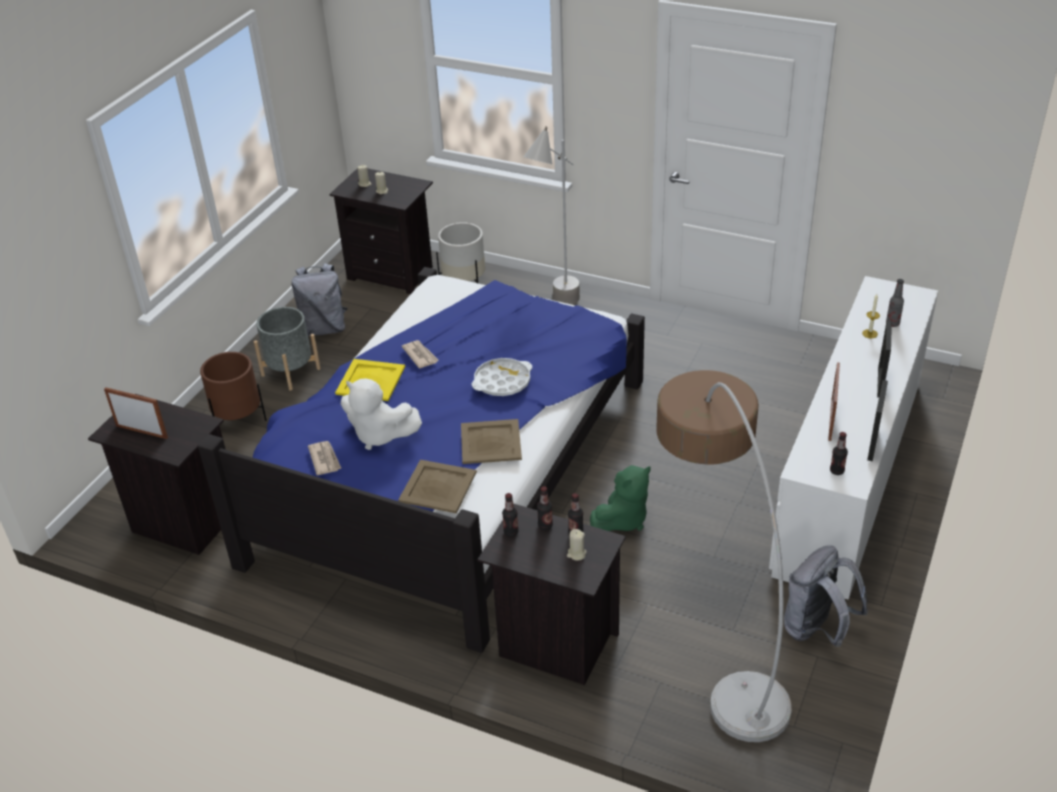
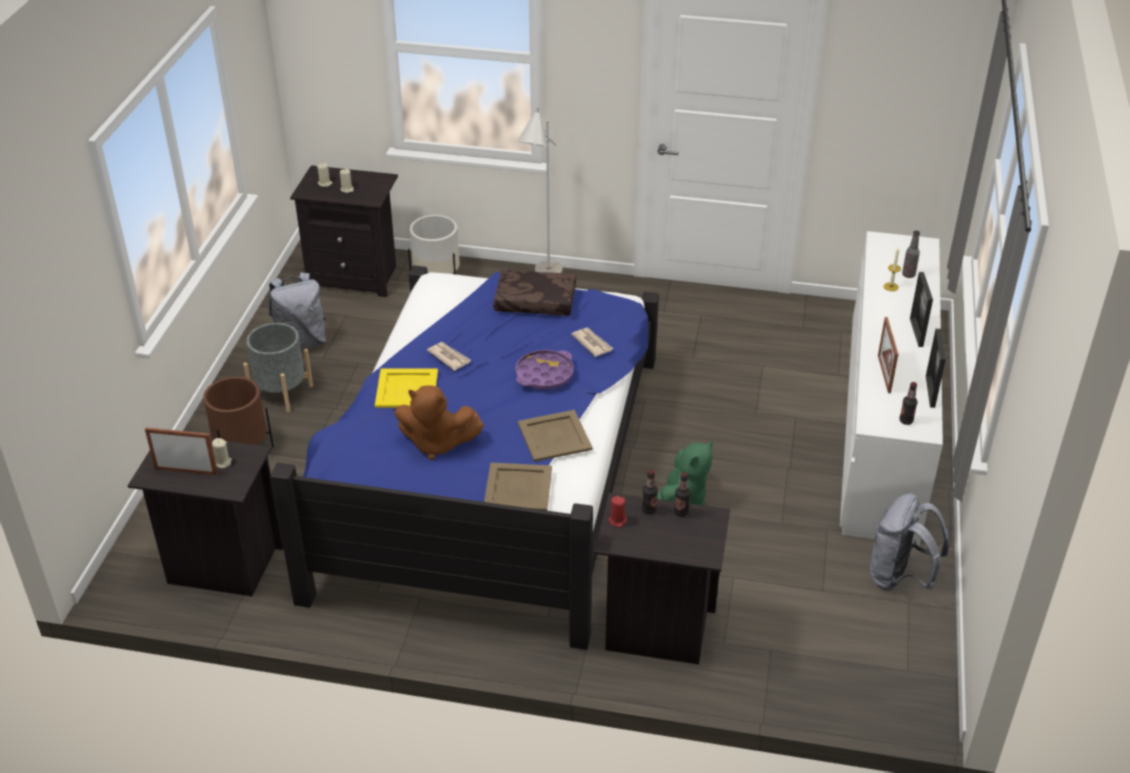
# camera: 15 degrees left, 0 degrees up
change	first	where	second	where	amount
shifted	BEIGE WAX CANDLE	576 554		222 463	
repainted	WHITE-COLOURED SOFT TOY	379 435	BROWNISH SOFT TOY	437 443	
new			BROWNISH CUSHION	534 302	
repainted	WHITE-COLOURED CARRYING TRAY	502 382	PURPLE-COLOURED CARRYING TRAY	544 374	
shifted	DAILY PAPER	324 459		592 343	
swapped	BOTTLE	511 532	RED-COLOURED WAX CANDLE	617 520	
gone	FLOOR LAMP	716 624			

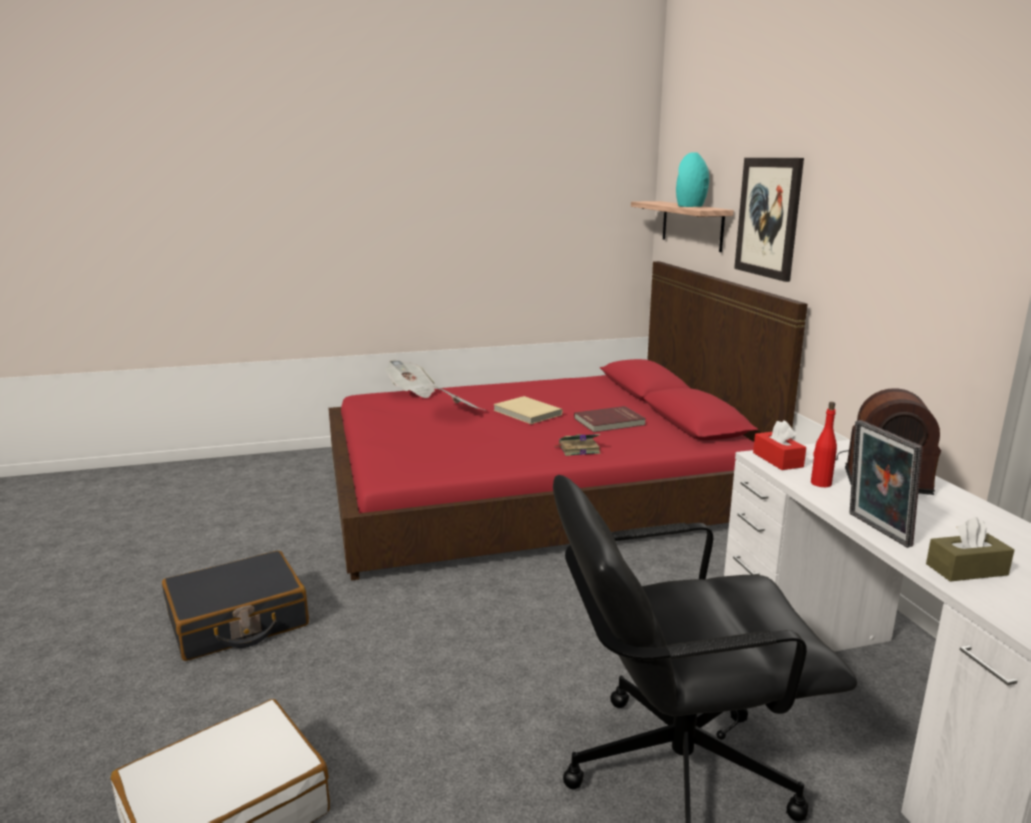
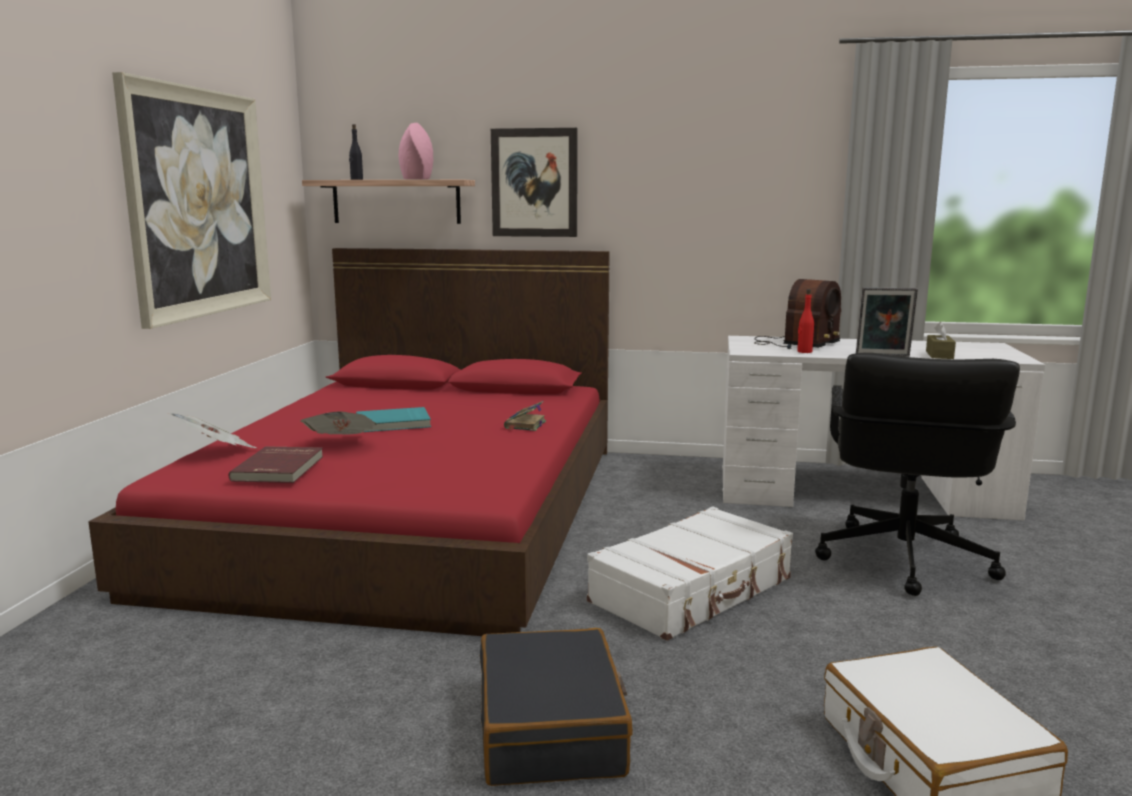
# camera: 65 degrees left, 5 degrees down
change	first	where	second	where	amount
new			WALL ART	198 203	
shifted	RED-COLOURED BOOK	610 422		280 468	
new			BLACK BOTTLE	356 179	
repainted	BEIGE BOOK	526 413	TURQUOISE-COLOURED BOOK	393 423	
repainted	TURQUOISE-COLOURED FLOWER VASE	690 206	PINK-COLOURED FLOWER VASE	417 179	
new			WHITE-COLOURED TRAVEL CASE	693 591	
gone	RED-COLOURED TISSUE BOX	777 460			

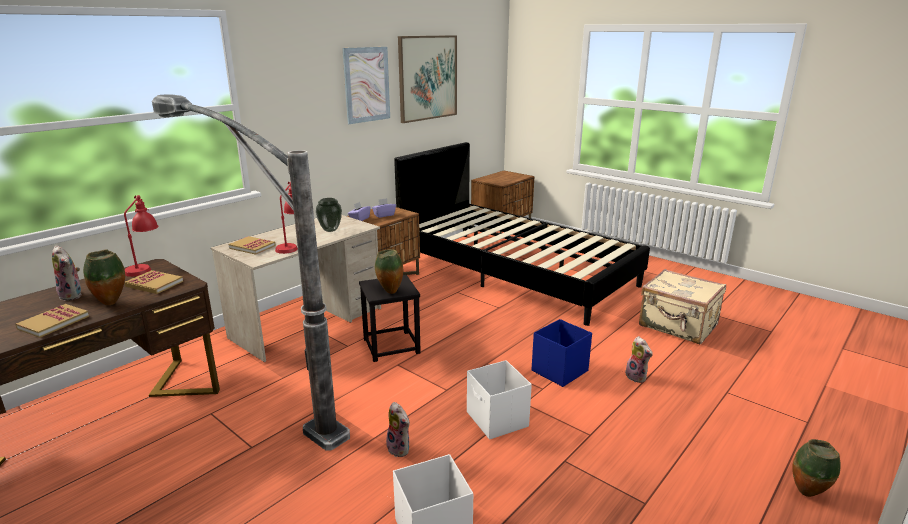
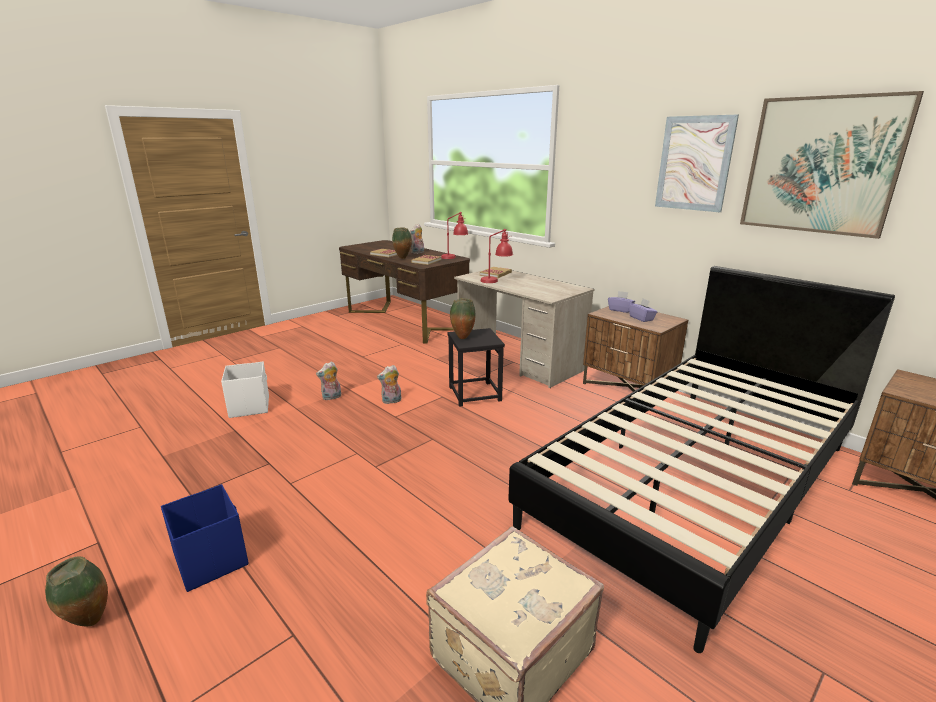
# camera: 95 degrees right, 0 degrees up
change	first	where	second	where	amount
shifted	BLUE-COLOURED STORAGE BOX	559 371		211 559	
shifted	SOFT TOY	637 377		391 401	
gone	FLOOR LAMP	265 391			
gone	FLOWER VASE	330 230			
gone	WHITE-COLOURED STORAGE BOX	497 420			

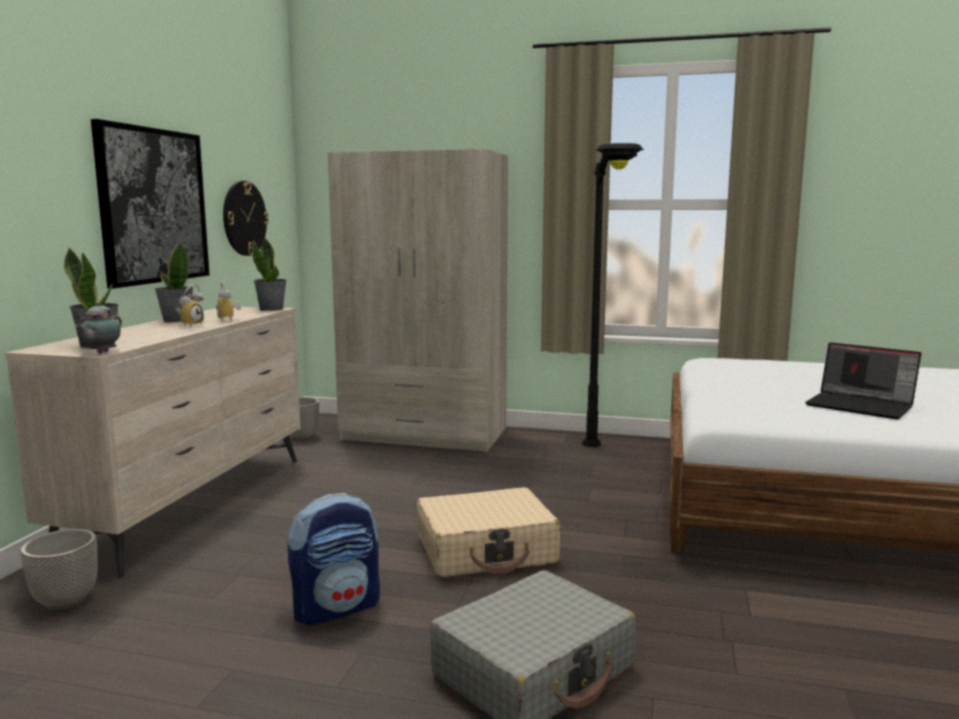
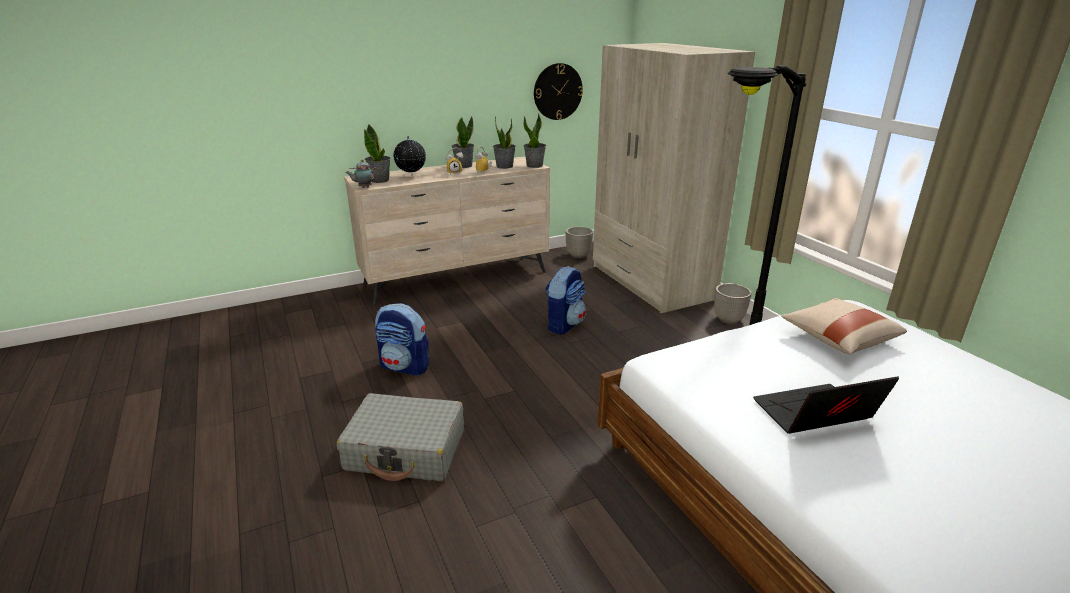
# camera: 50 degrees right, 15 degrees up
change	first	where	second	where	amount
new			WORLD GLOBE	411 176	
new			PLANT IN A POT	504 166	
new			RUCKSACK	564 324	
shifted	PLANT POT	65 601		728 320	
rotated	PORTABLE COMPUTER	861 406		814 415	75 degrees clockwise
new			BEIGE CUSHION	838 339	
gone	WALL ART	153 206			
gone	BEIGE TRAVEL CASE	486 550			

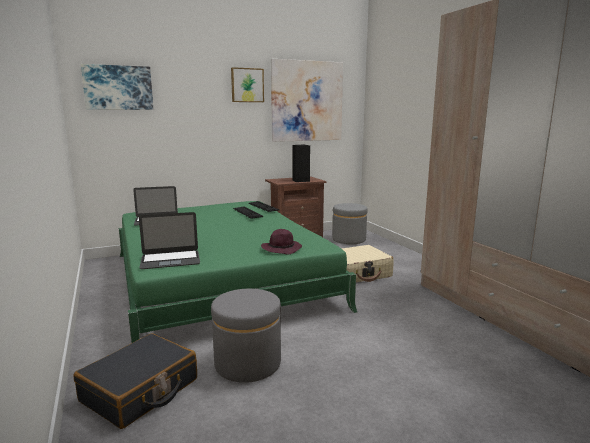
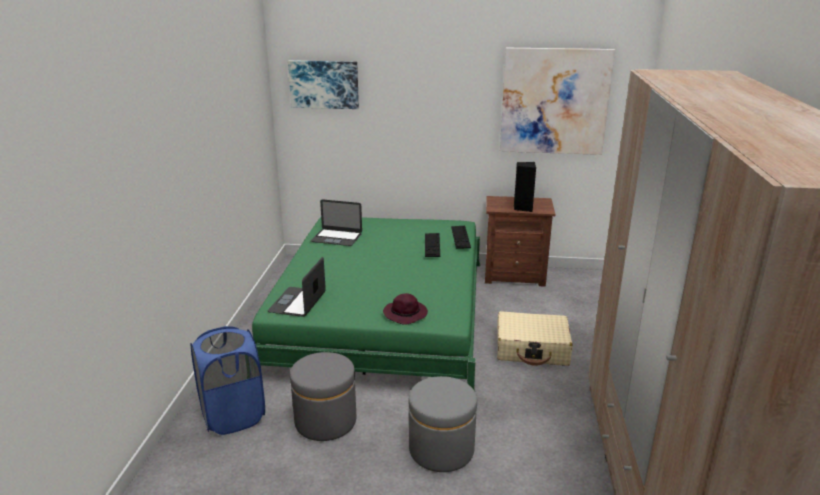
# camera: 30 degrees right, 10 degrees up
change	first	where	second	where	amount
swapped	BLACK TRAVEL CASE	140 391	BLUE-COLOURED LAUNDRY BASKET	233 416	
rotated	PORTABLE COMPUTER	170 259		297 302	90 degrees clockwise
shifted	GREYISH FOOTREST	349 239		441 449	
gone	WALL ART	247 85			

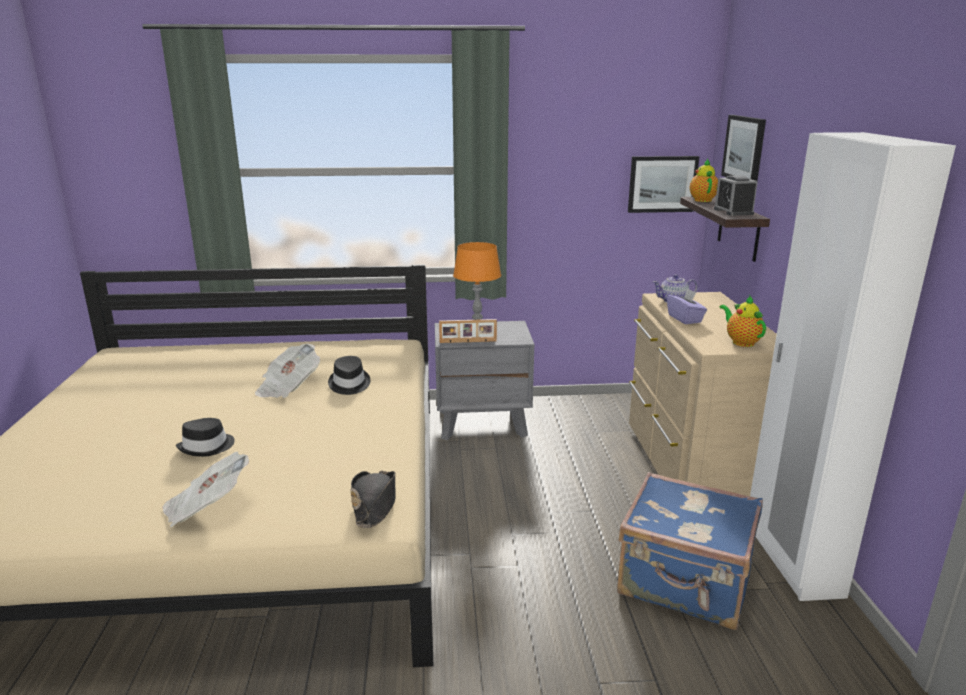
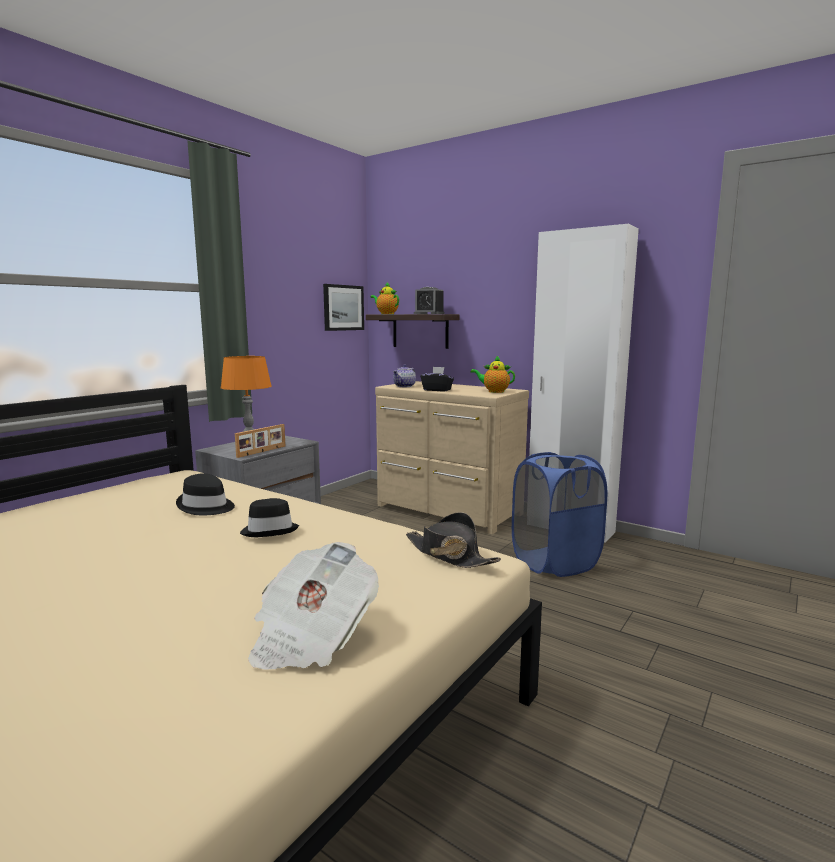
# camera: 50 degrees left, 10 degrees down
change	first	where	second	where	amount
shifted	BLACK HAT	207 447		270 530	
repainted	PURPLE-COLOURED TISSUE BOX	685 319	BLACK TISSUE BOX	437 390	
swapped	BLUE-COLOURED TRAVEL CASE	685 583	BLUE-COLOURED LAUNDRY BASKET	555 562	
gone	DAILY PAPER	288 387			
gone	WALL ART	744 149			

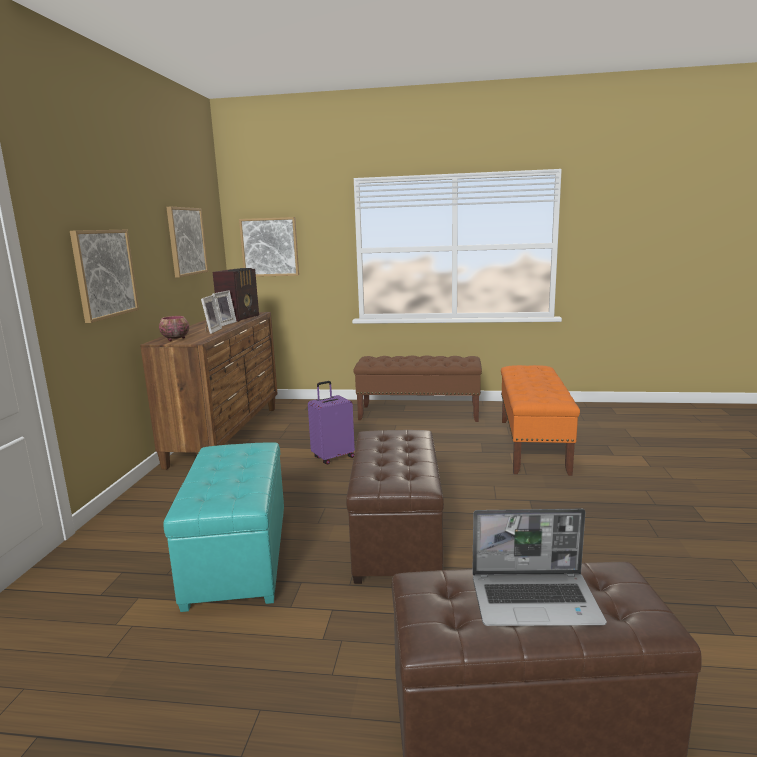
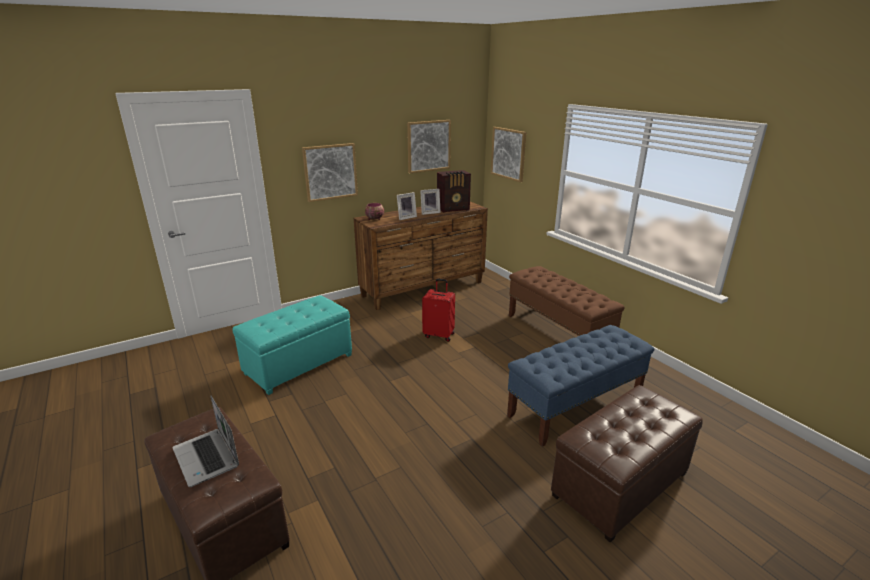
# camera: 50 degrees right, 10 degrees up
change	first	where	second	where	amount
repainted	PURPLE-COLOURED TRAVEL CASE	333 457	RED-COLOURED TRAVEL CASE	439 335	
repainted	ORANGEY LONG SEAT	533 445	BLUE-COLOURED LONG SEAT	575 406	
shifted	BROWNISH FOOTREST	396 537		619 484	

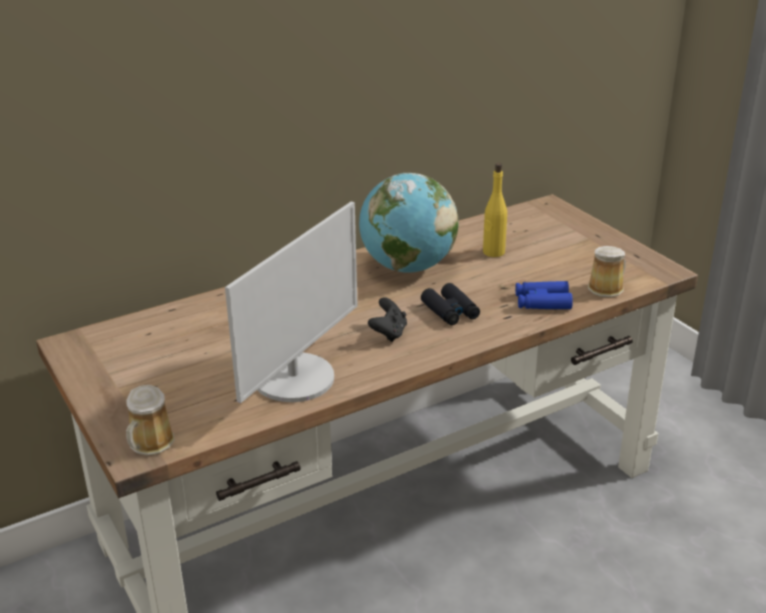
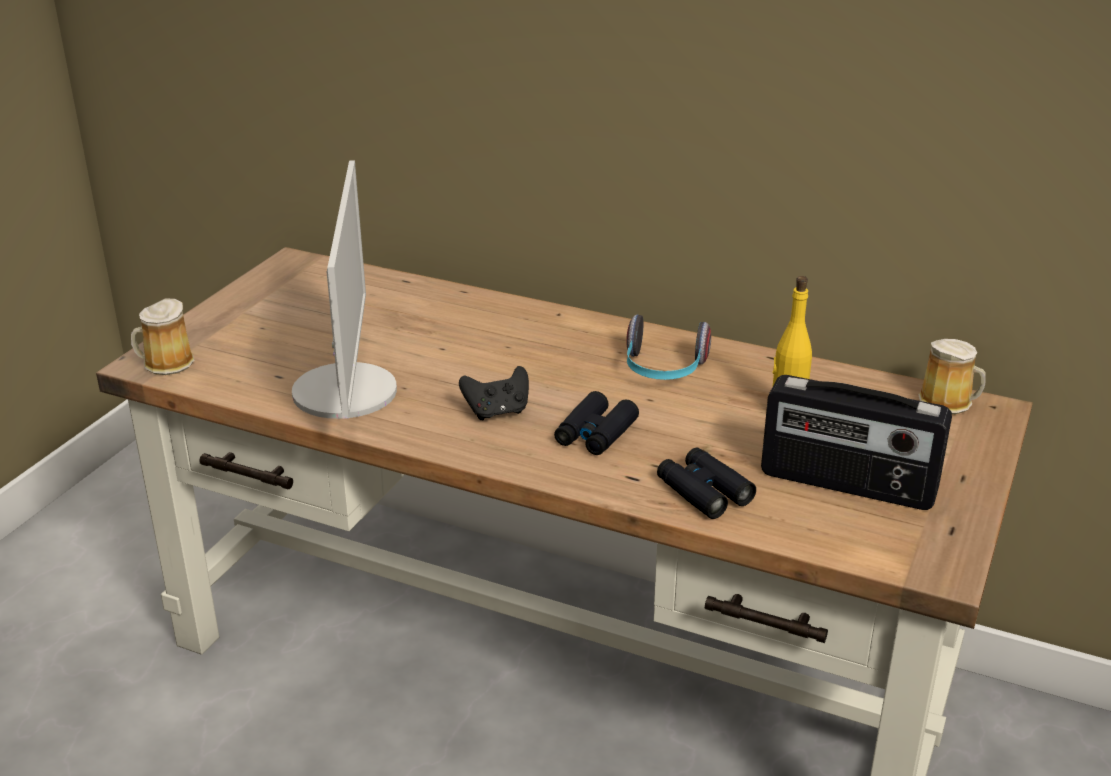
# camera: 55 degrees right, 0 degrees up
change	first	where	second	where	amount
rotated	COMPUTER SCREEN	295 378		346 391	90 degrees counterclockwise
swapped	WORLD GLOBE	407 267	PAIR OF HEADPHONES	663 370	
repainted	BLUE-COLOURED BINOCULARS	542 302	BLACK BINOCULARS	704 491	
new			RADIO RECEIVER	847 485	
shifted	MUG	607 288		948 402	

